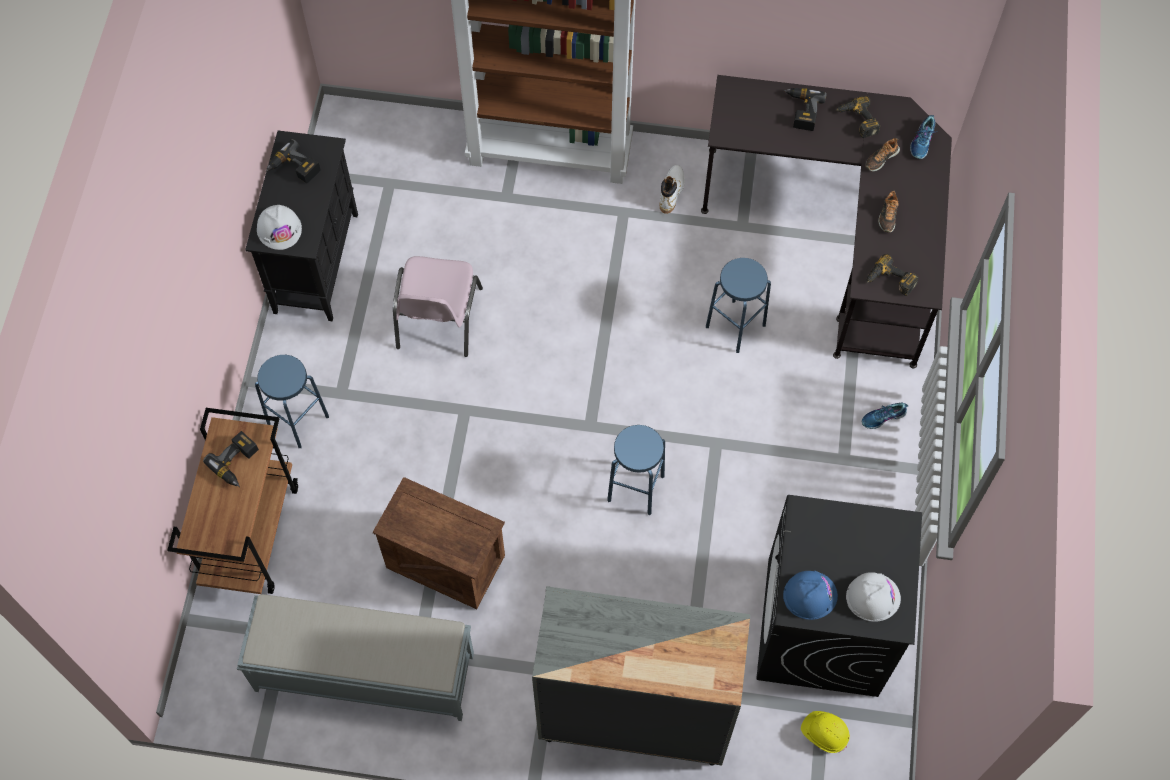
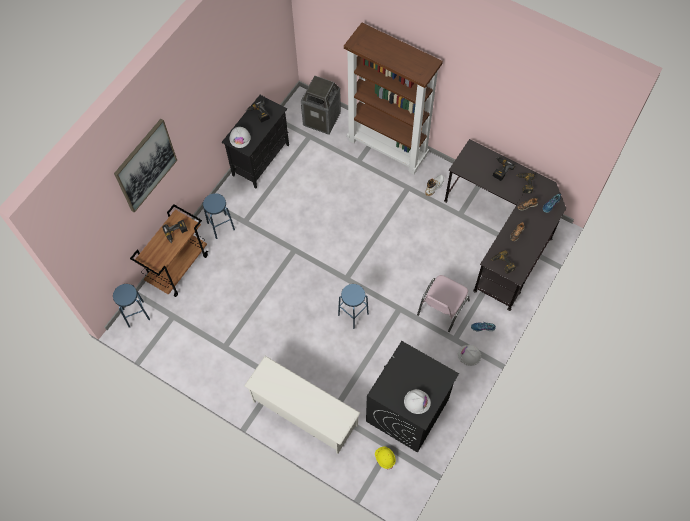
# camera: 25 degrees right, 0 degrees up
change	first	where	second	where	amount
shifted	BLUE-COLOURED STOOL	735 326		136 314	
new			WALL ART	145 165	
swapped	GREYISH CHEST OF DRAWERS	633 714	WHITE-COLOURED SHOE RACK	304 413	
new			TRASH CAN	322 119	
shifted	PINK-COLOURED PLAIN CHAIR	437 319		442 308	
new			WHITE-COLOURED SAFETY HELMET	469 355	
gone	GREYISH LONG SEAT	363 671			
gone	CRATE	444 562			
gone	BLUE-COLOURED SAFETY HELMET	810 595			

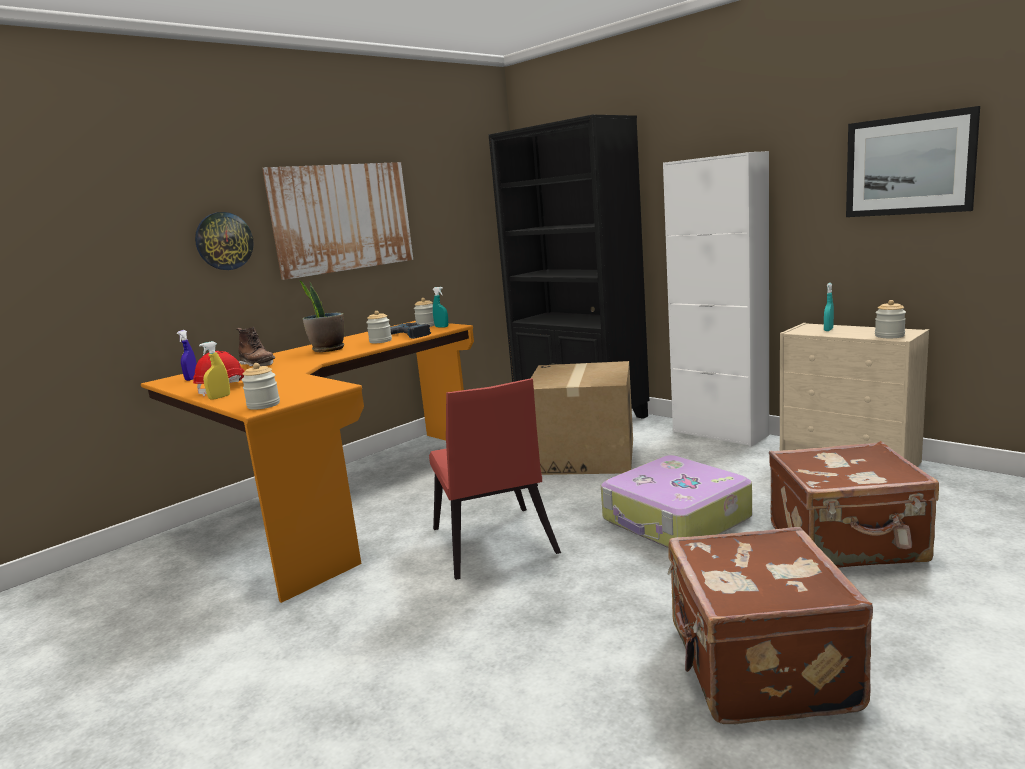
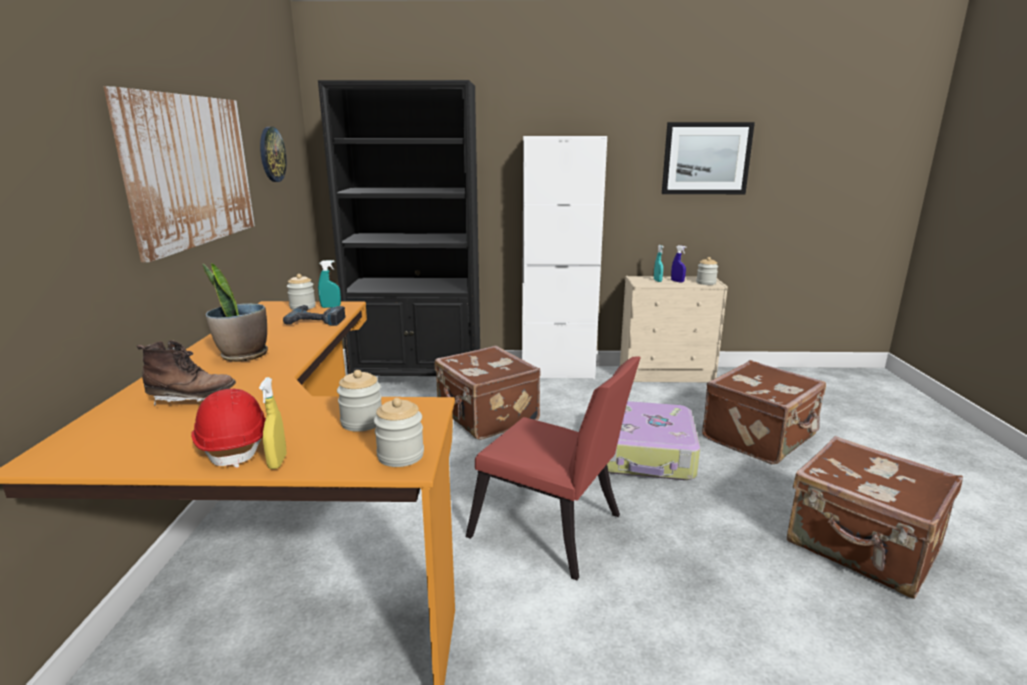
# camera: 45 degrees left, 5 degrees up
change	first	where	second	where	amount
shifted	HANGING CLOCK	224 241		271 154	
shifted	JAR	380 341		362 422	
swapped	CARDBOARD BOX	585 456	BROWNISH TRAVEL CASE	486 417	
shifted	BLUE-COLOURED SPRAY BOTTLE	192 379		677 281	

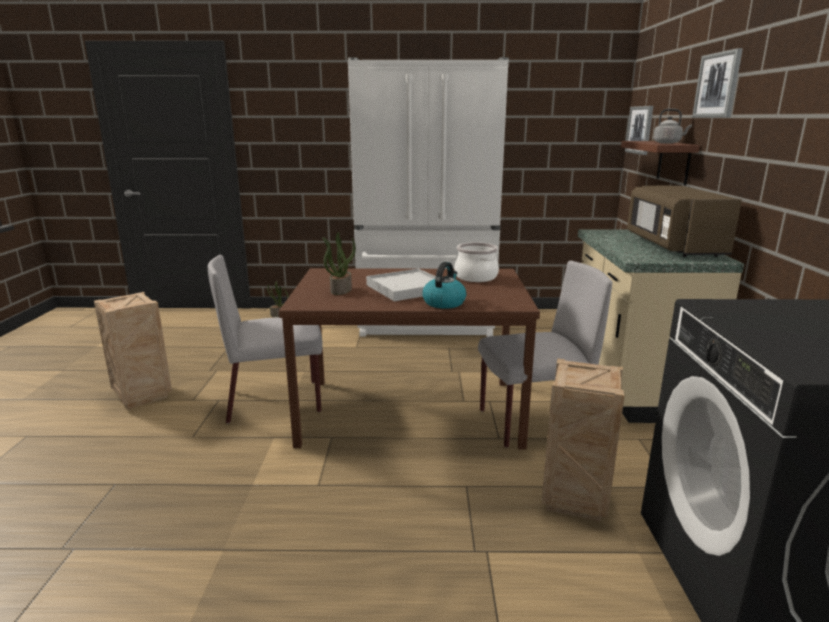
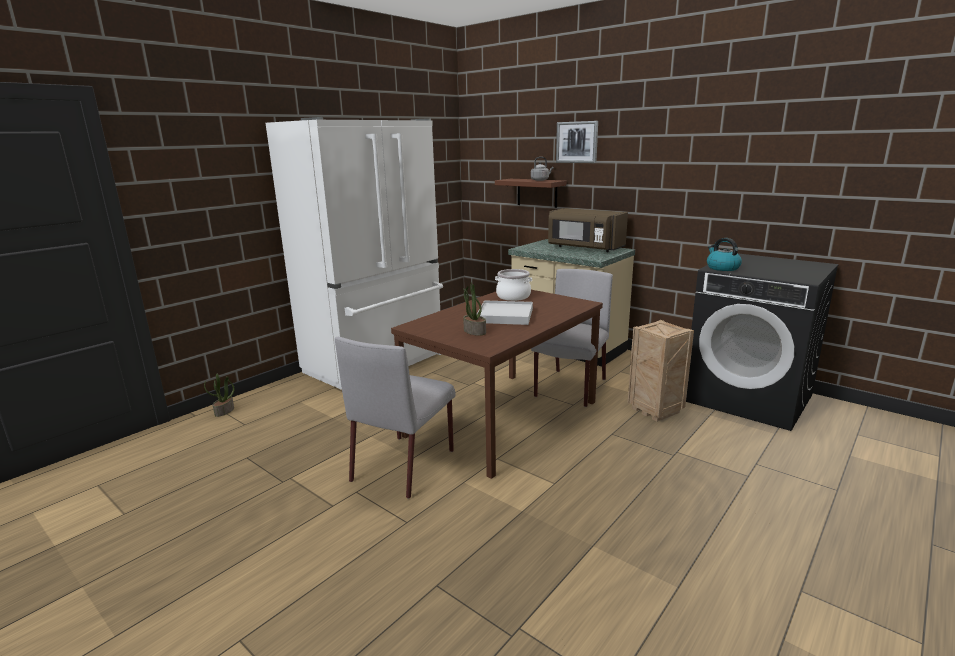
# camera: 50 degrees left, 0 degrees up
change	first	where	second	where	amount
shifted	WATER KETTLE	444 302		722 268	
gone	CRATE	141 396			
gone	WALL ART	640 130			

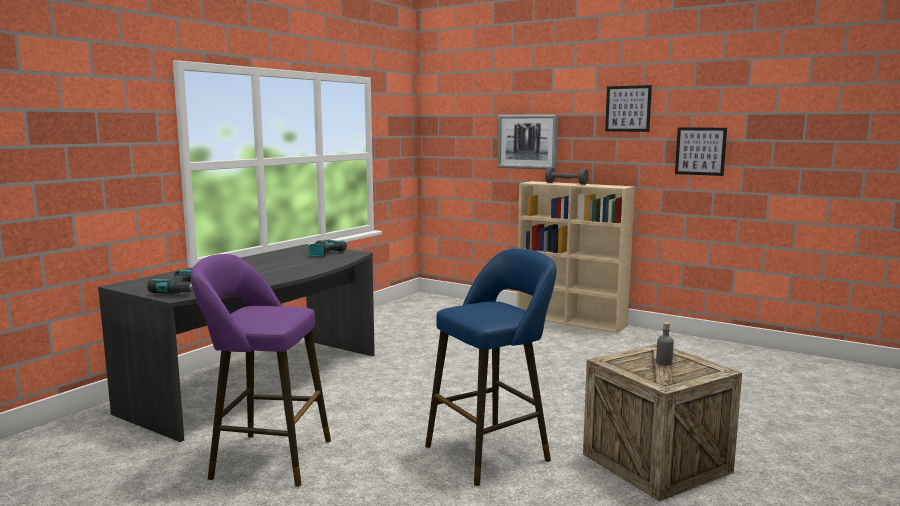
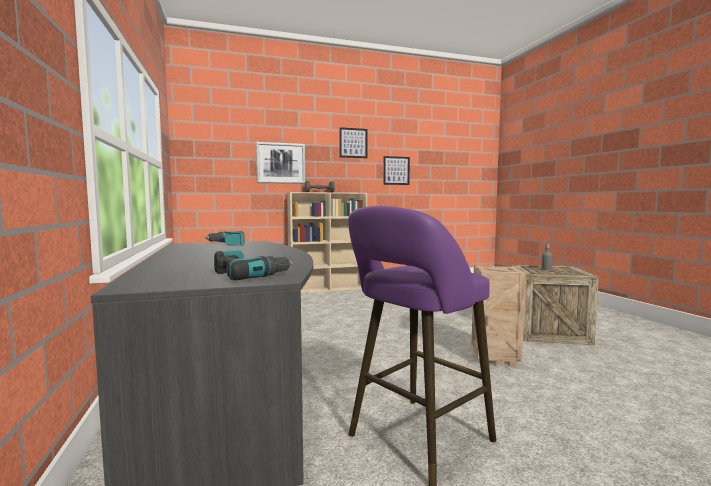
# camera: 50 degrees left, 5 degrees down
change	first	where	second	where	amount
swapped	BLUE-COLOURED STOOL	492 451	CRATE	495 358	

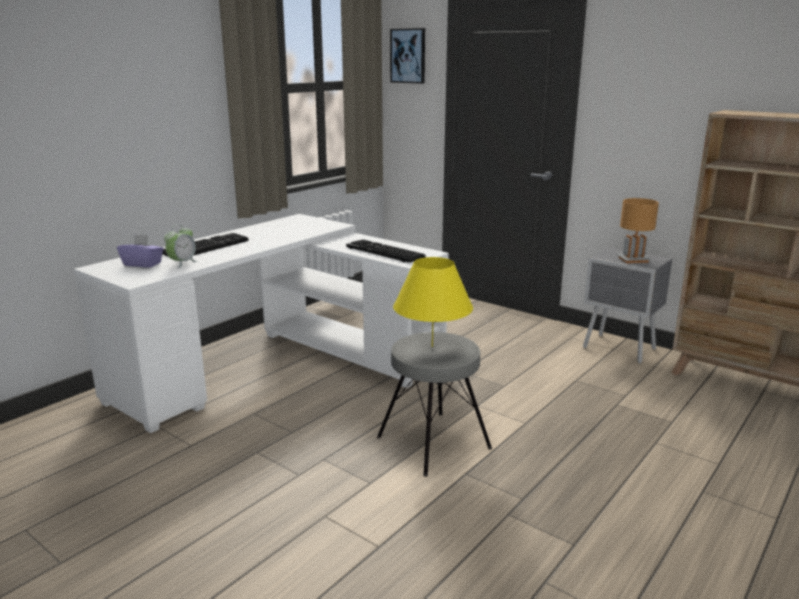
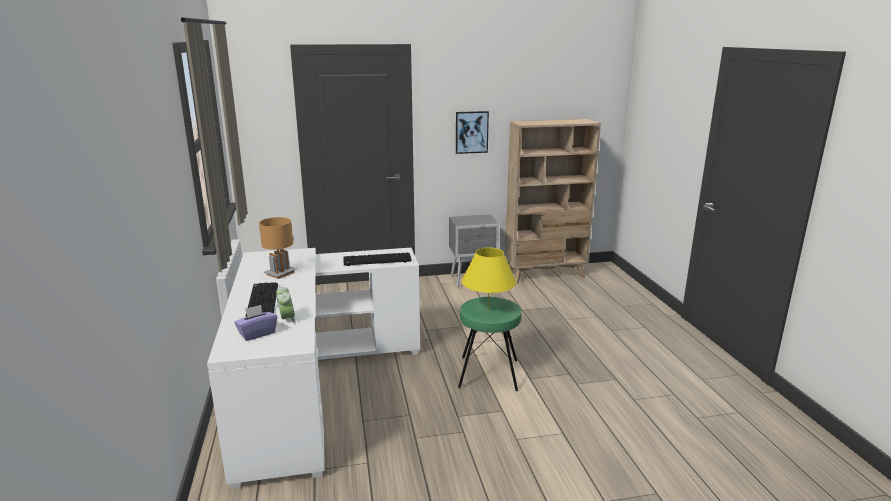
# camera: 50 degrees left, 0 degrees up
change	first	where	second	where	amount
shifted	BROWNISH LAMP FOR A TABLE	633 260		280 273	
shifted	WALL ART	408 56		471 132	
repainted	GREYISH STOOL	433 443	GREEN-COLOURED STOOL	489 373	

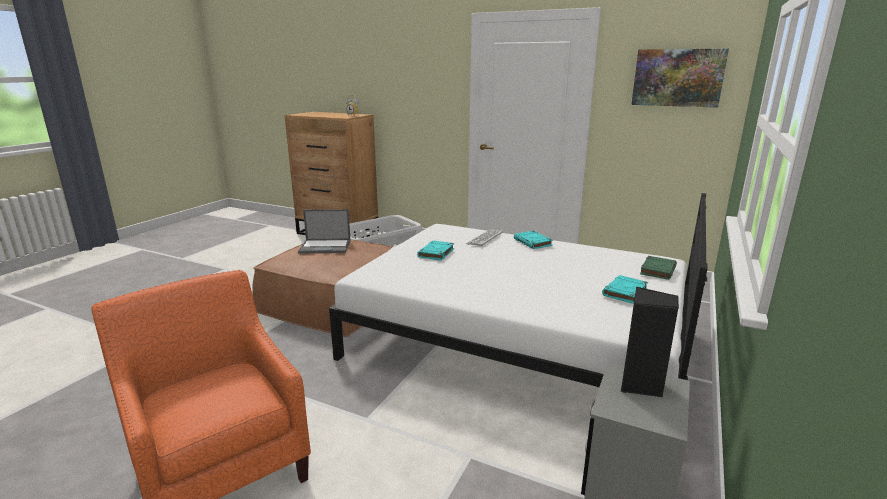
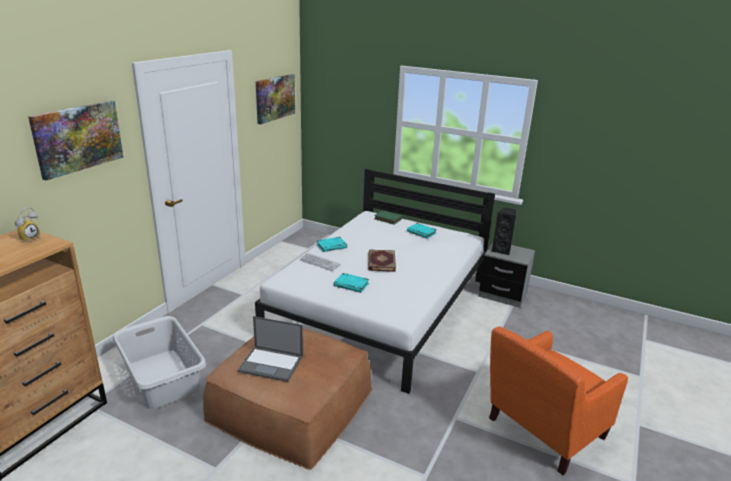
# camera: 90 degrees left, 5 degrees up
change	first	where	second	where	amount
new			WALL ART	78 138	
rotated	PORTABLE COMPUTER	326 246		272 364	105 degrees clockwise
new			BOOK	381 262	

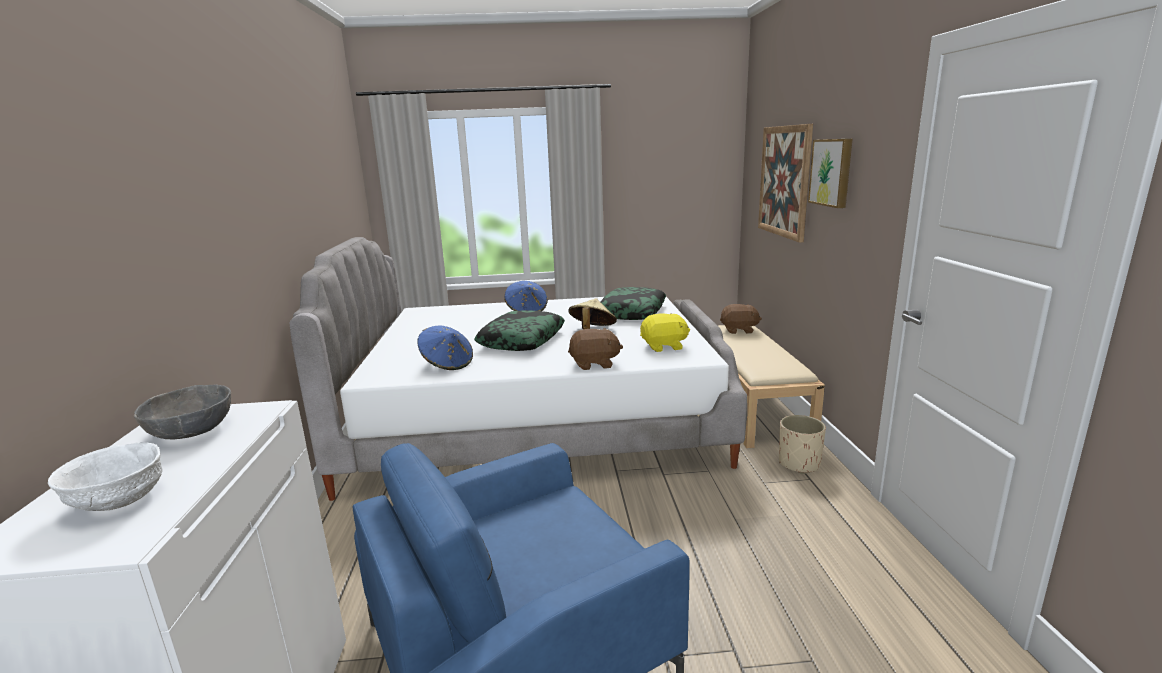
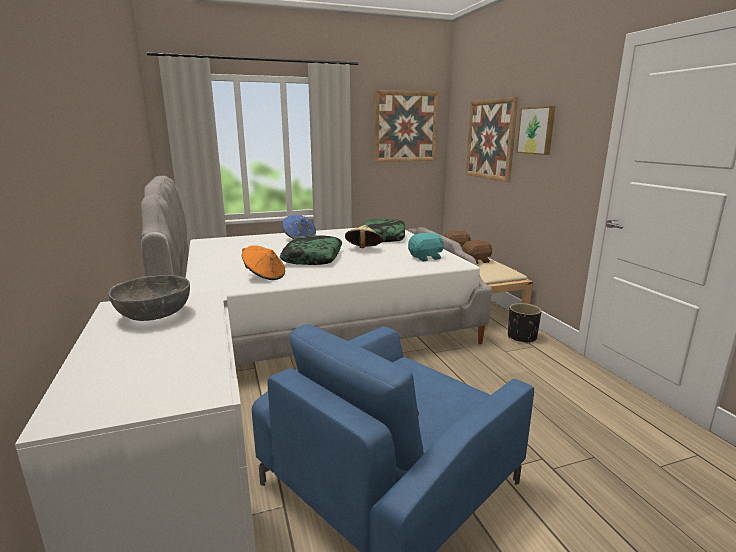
# camera: 15 degrees left, 0 degrees up
change	first	where	second	where	amount
repainted	BLUE-COLOURED HAT	447 364	ORANGEY HAT	264 276	
new			WALL ART	405 127	
repainted	YELLOW-COLOURED SOFT TOY	664 346	TURQUOISE-COLOURED SOFT TOY	426 258	
shifted	BROWNISH SOFT TOY	594 364		476 261	
repainted	BEIGE PLANT POT	799 464	BLACK PLANT POT	521 337	
gone	WHITE-COLOURED BOWL	119 500			

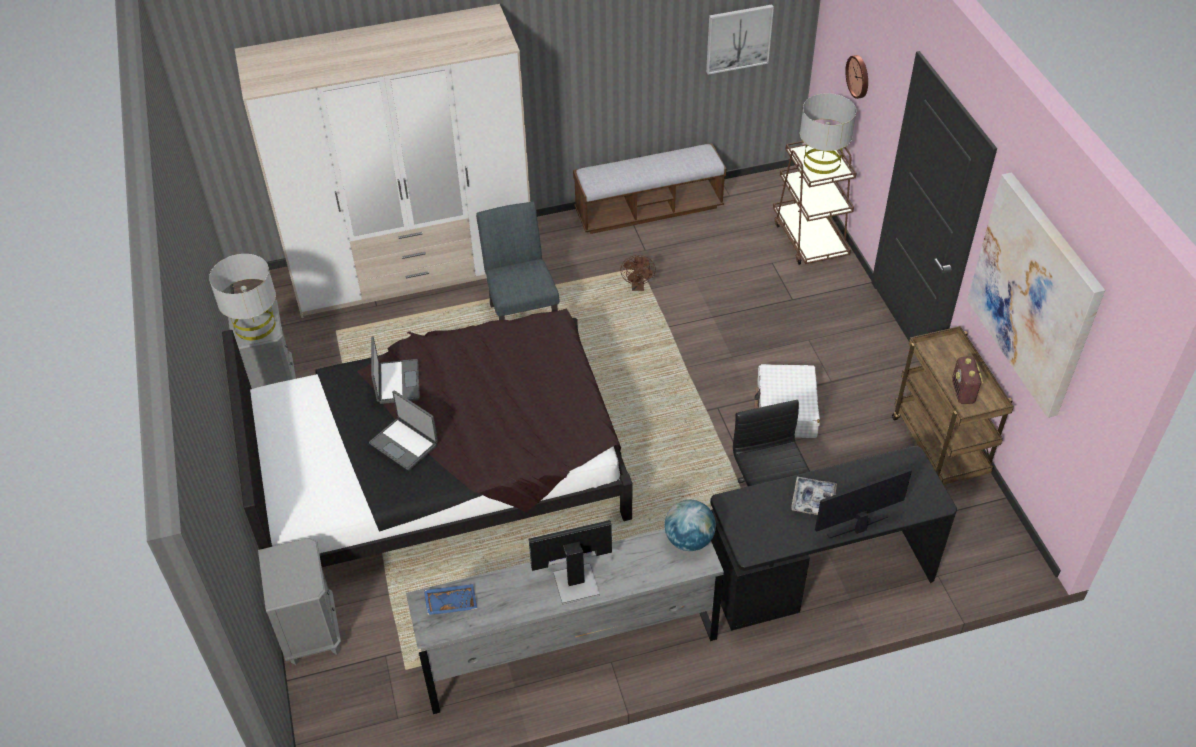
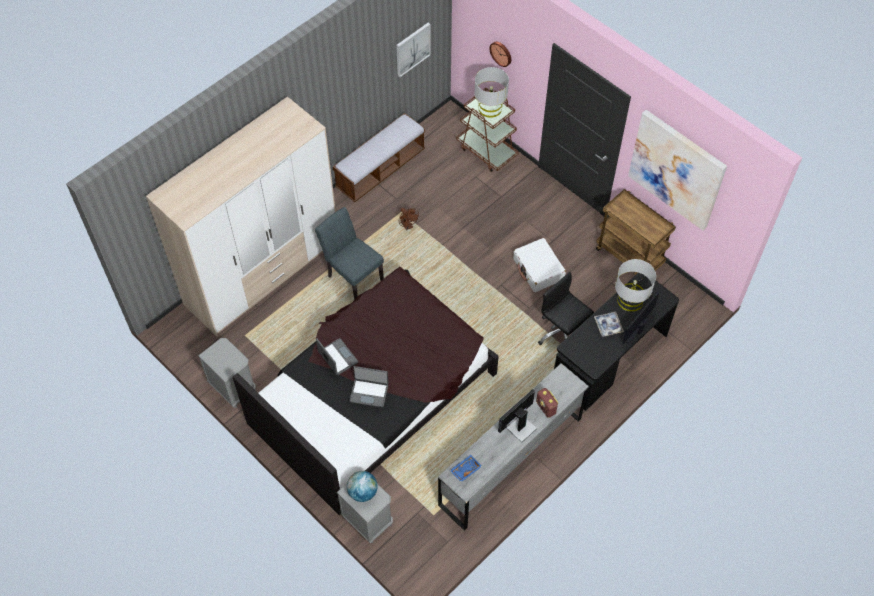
# camera: 30 degrees left, 10 degrees up
change	first	where	second	where	amount
shifted	WORLD GLOBE	689 540		362 492	
shifted	RADIO RECEIVER	963 392		546 408	
shifted	GREYISH LAMP FOR A TABLE	255 326		630 300	

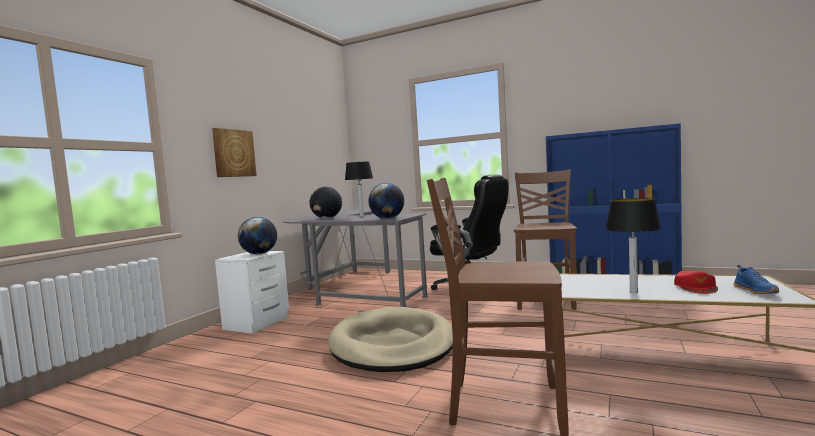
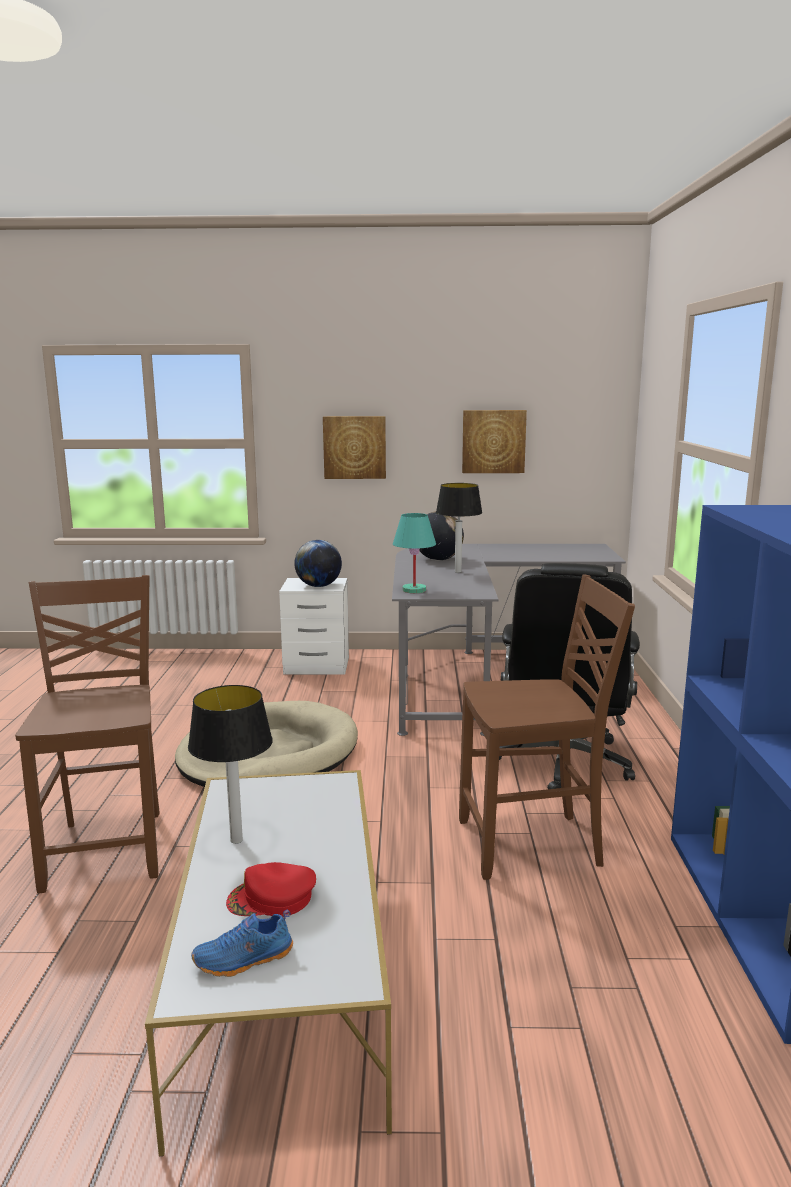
# camera: 65 degrees right, 10 degrees up
change	first	where	second	where	amount
swapped	WORLD GLOBE	387 218	TURQUOISE-COLOURED LAMP FOR A TABLE	413 590	
new			WALL ART	493 441	

